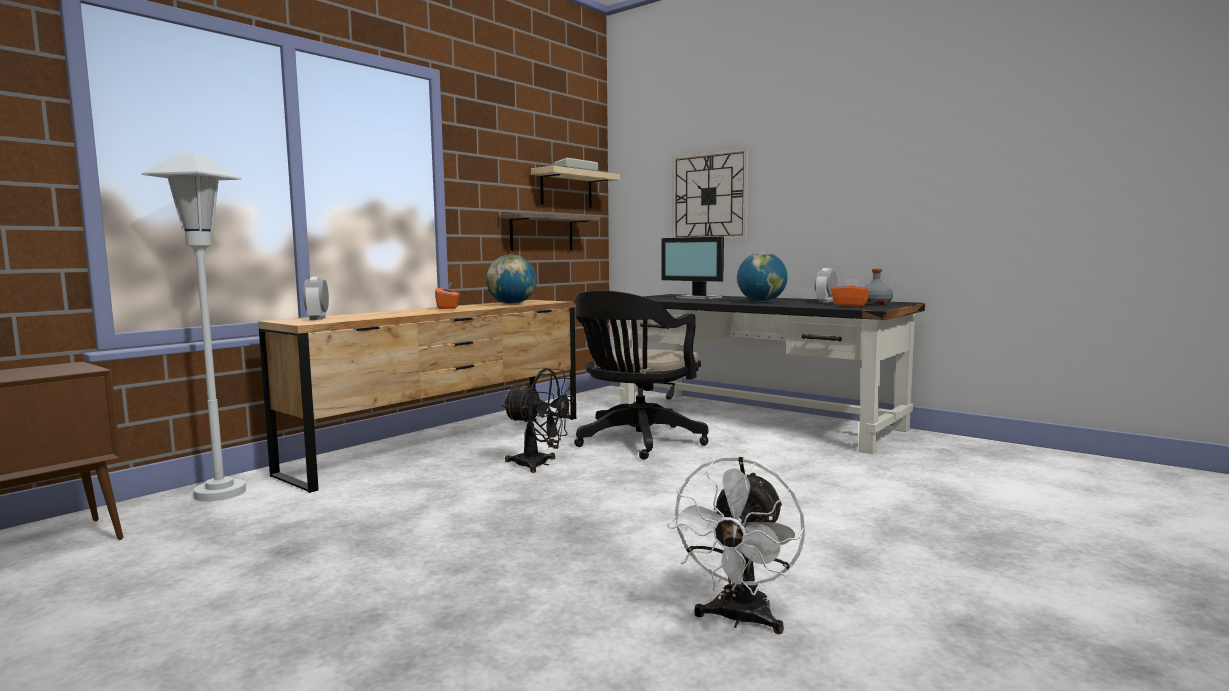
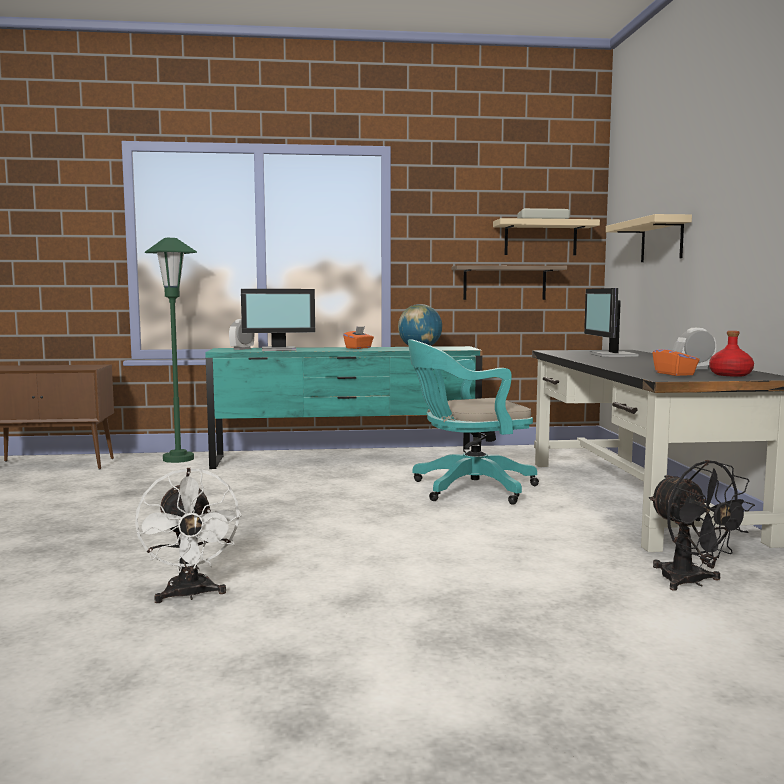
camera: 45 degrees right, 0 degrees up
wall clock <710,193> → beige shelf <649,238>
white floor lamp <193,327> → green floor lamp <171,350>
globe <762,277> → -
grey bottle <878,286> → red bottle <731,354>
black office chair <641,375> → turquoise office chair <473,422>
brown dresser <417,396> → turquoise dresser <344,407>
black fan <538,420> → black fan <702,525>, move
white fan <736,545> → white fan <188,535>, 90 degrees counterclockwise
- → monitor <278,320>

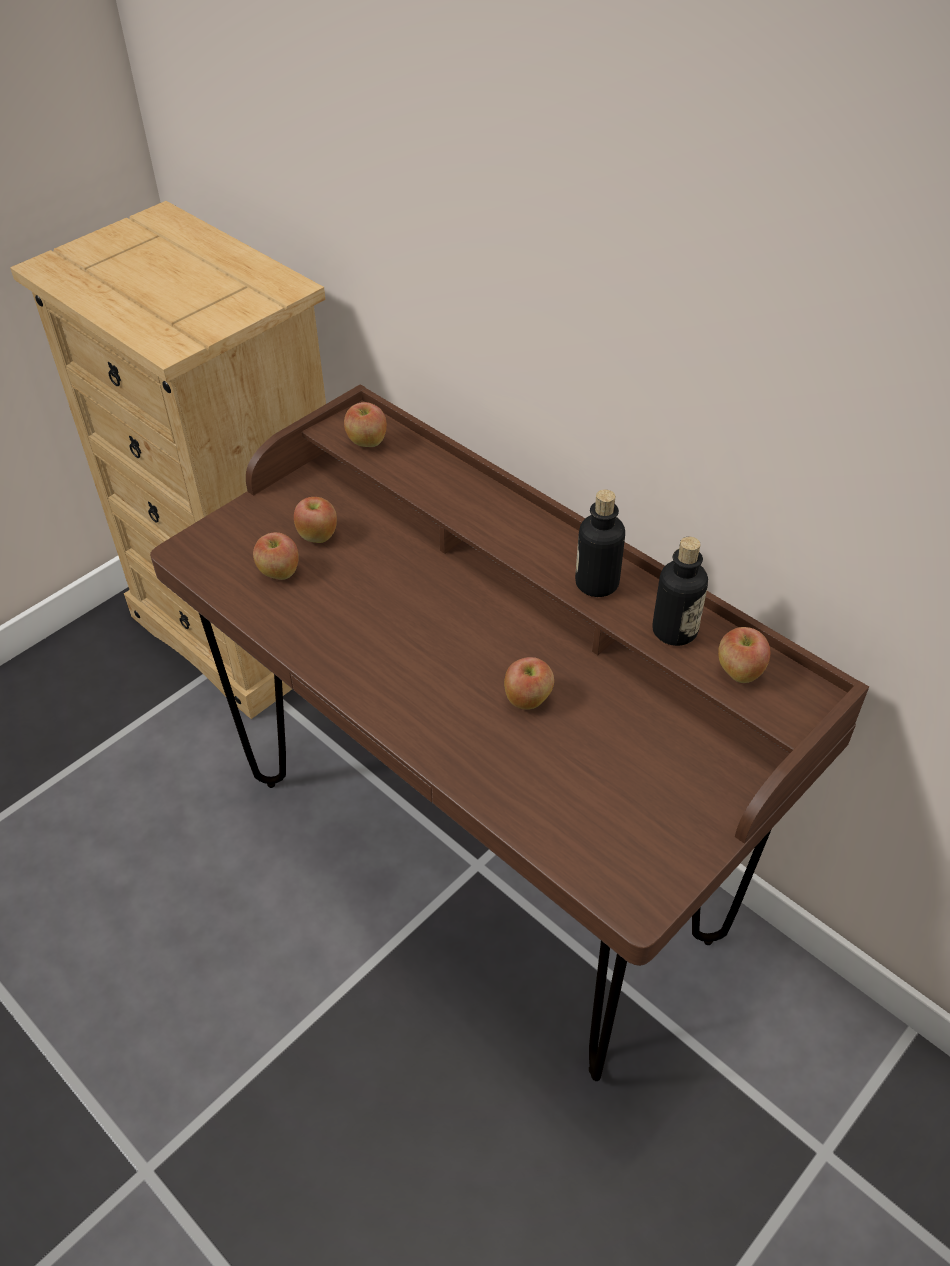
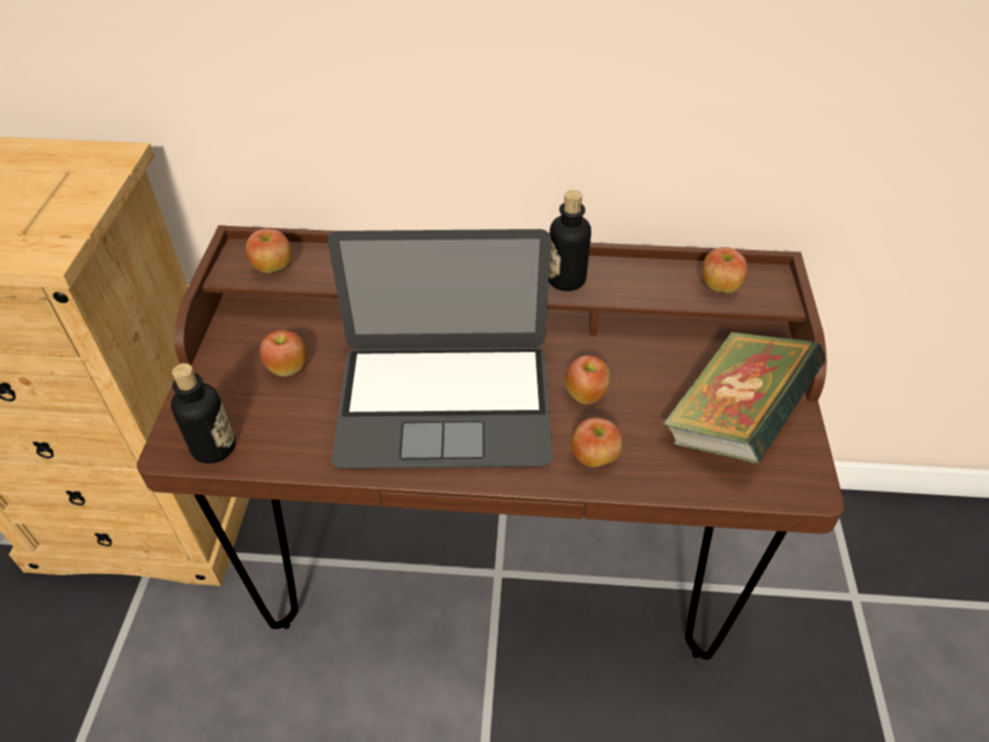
camera: 40 degrees left, 0 degrees up
apple <276,556> → apple <597,442>, move
bottle <680,591> → bottle <203,413>, move
- → laptop <440,349>
- → book <744,398>

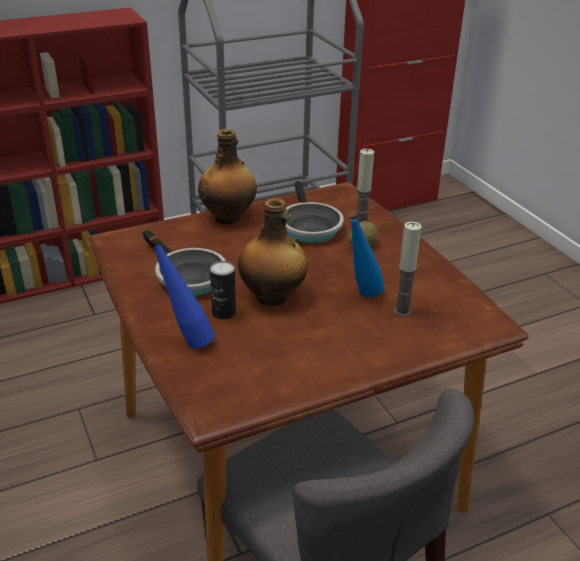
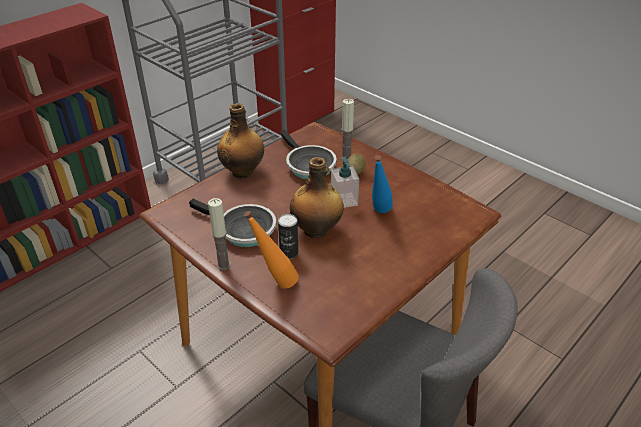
camera: 20 degrees left, 5 degrees up
candle <407,269> → candle <219,234>, move
blue bottle <182,292> → orange bottle <271,250>
- → soap dispenser <345,182>

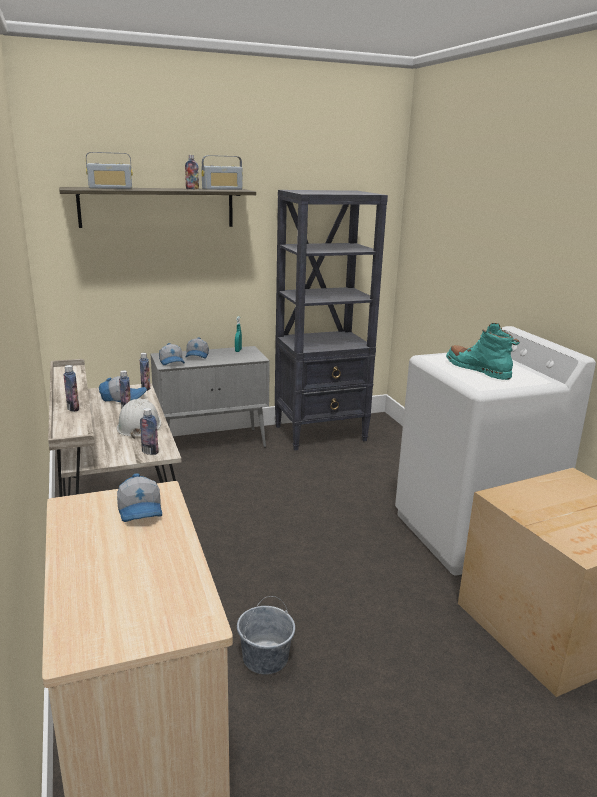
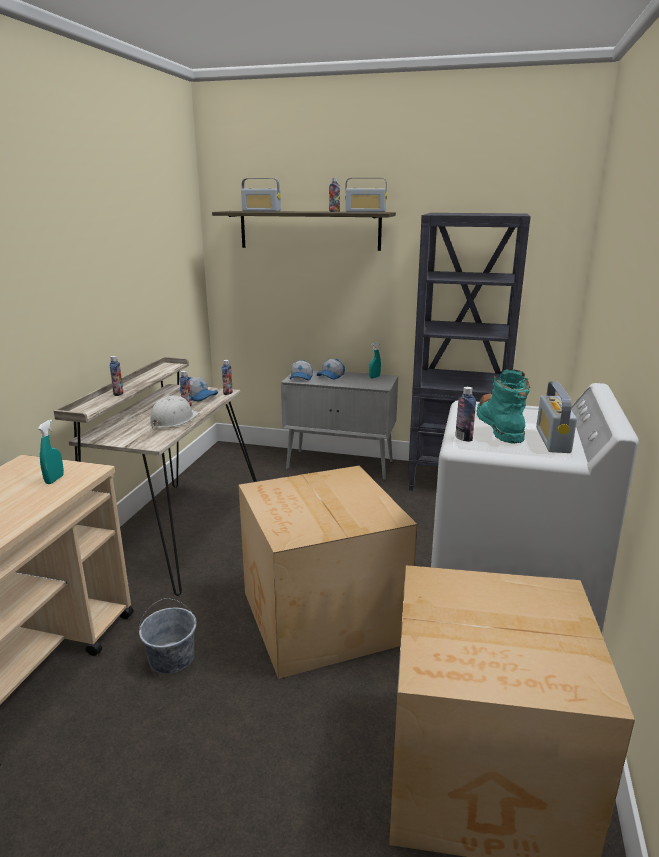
camera: 35 degrees right, 0 degrees up
bottle <149,431> → bottle <465,414>, move
cap <139,498> → turquoise spray bottle <51,452>
- → radio <556,417>
- → cardboard box <327,572>

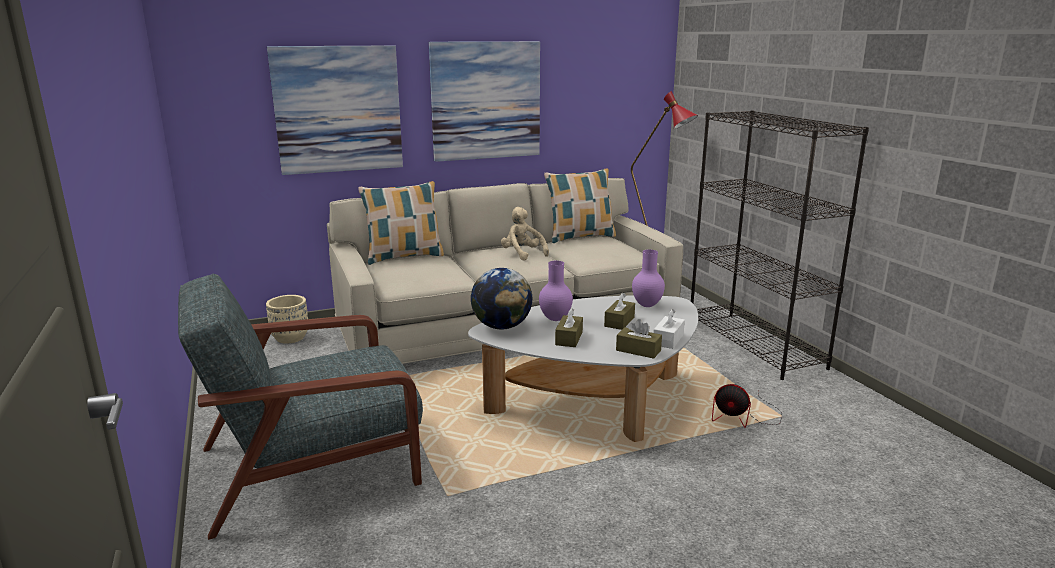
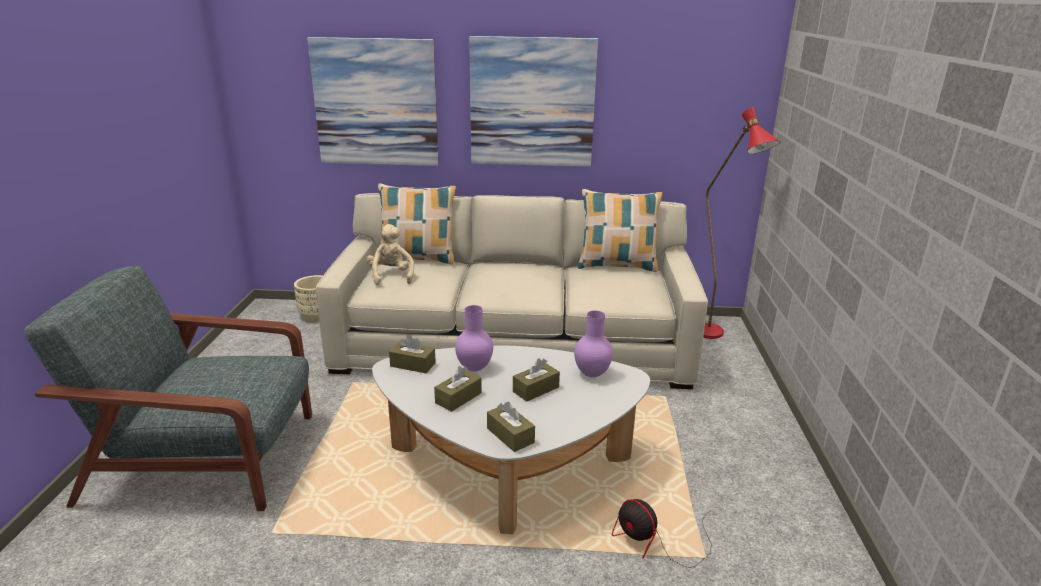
camera: 25 degrees right, 5 degrees up
black bookcase <780,245> → -
beige plush toy <525,234> → beige plush toy <390,254>, move
globe <501,299> → brown tissue box <412,354>
white tissue box <669,329> → -

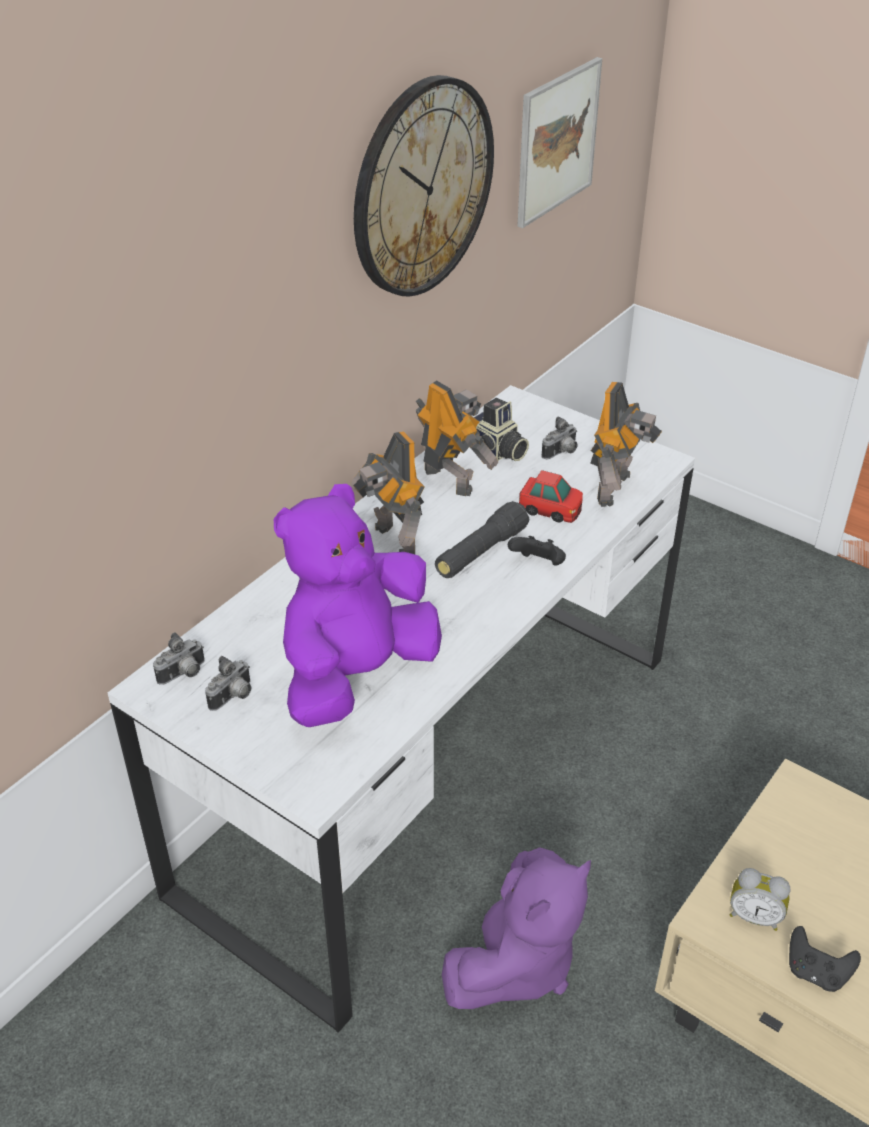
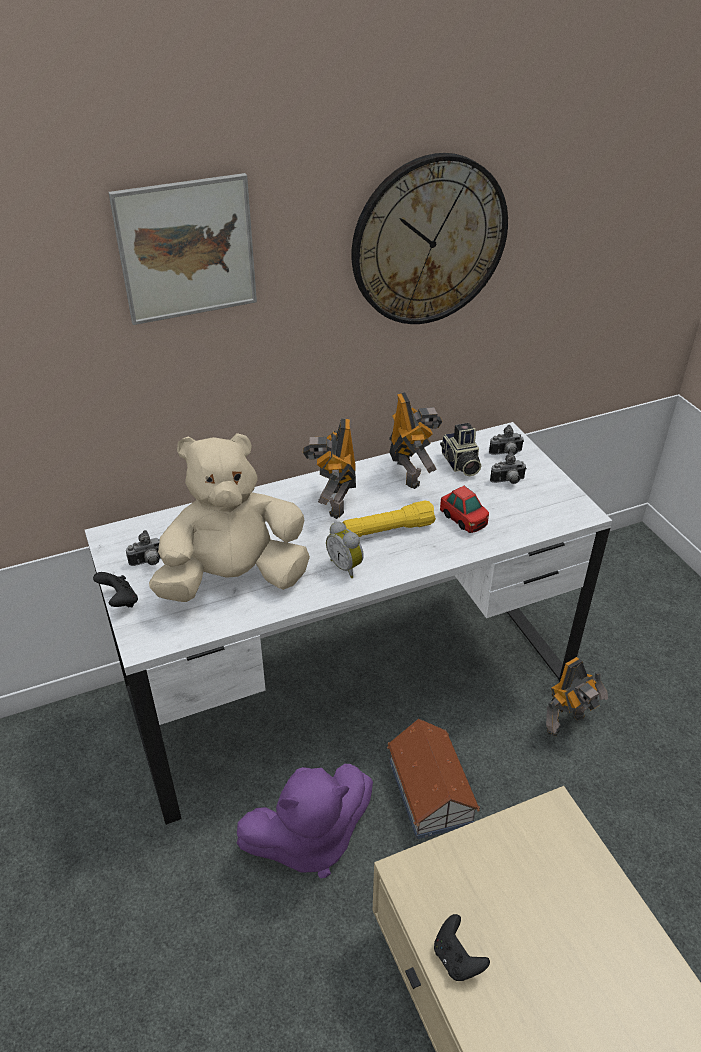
camera: 30 degrees right, 0 degrees up
picture <559,142> → picture <182,249>, move
toy robot <626,444> → toy robot <577,697>, move
purple plush toy <358,605> → beige plush toy <229,517>
black flashlight <482,539> → yellow flashlight <389,519>
black game controller <537,551> → black game controller <115,590>, move
photo camera <179,658> → photo camera <506,440>, move
alarm clock <760,899> → alarm clock <345,549>, move
- → toy house <433,779>

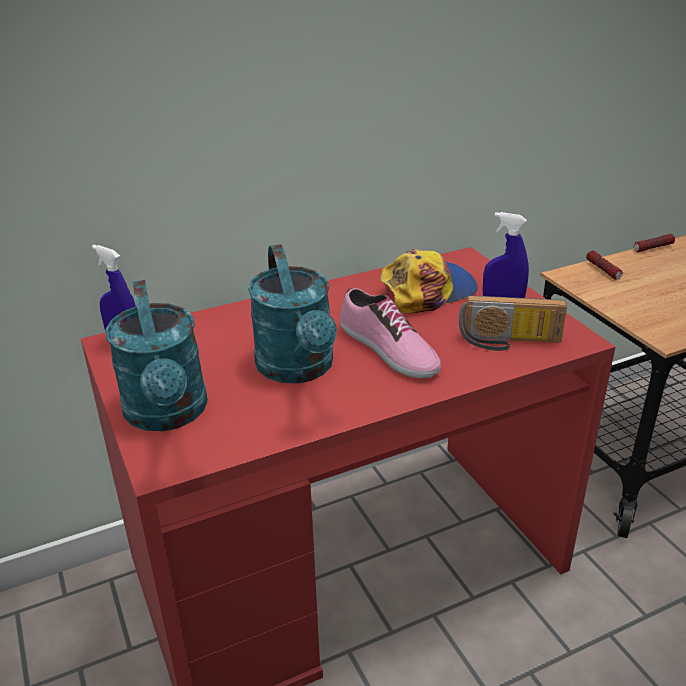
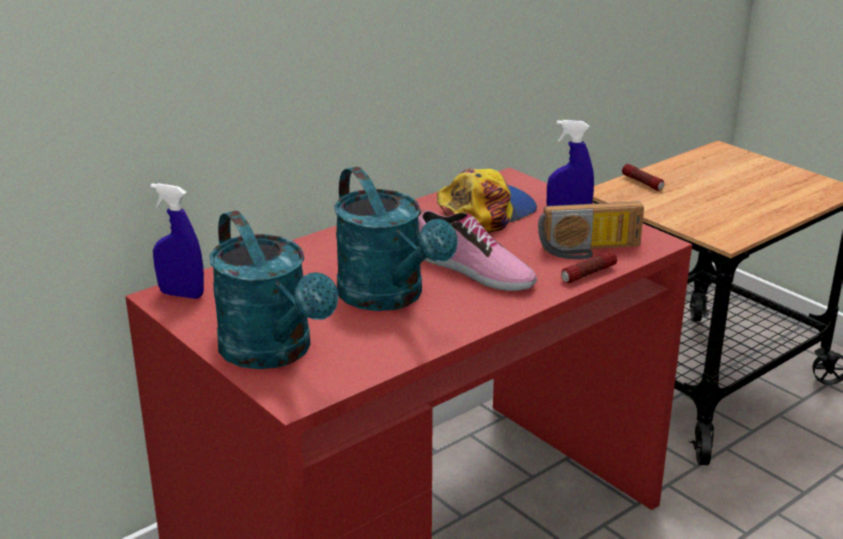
camera: 15 degrees left, 5 degrees down
flashlight <654,243> → flashlight <589,267>, move

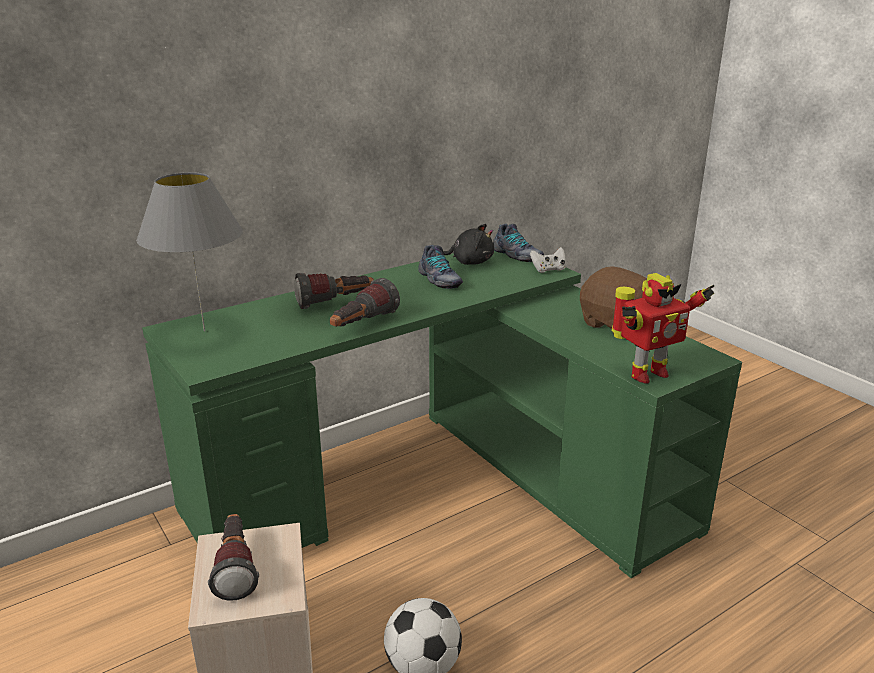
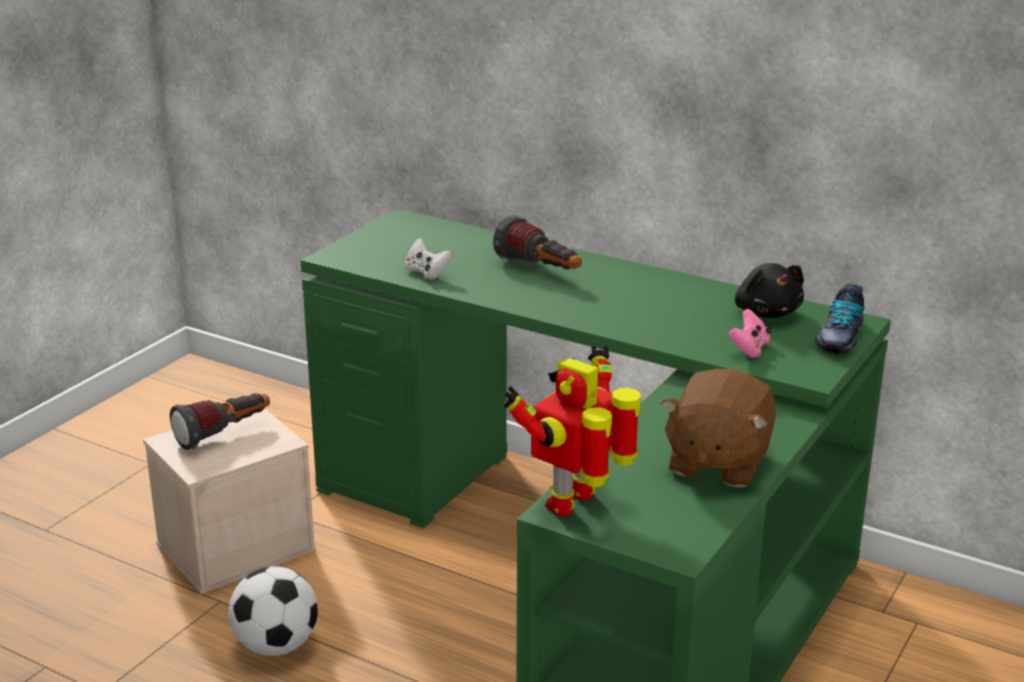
camera: 65 degrees right, 0 degrees up
grey table lamp <189,252> → -
shoe <440,267> → -
white game controller <548,260> → white game controller <429,258>, move
toy robot <663,328> → toy robot <572,431>, 90 degrees clockwise
flashlight <365,302> → -
- → pink game controller <750,333>

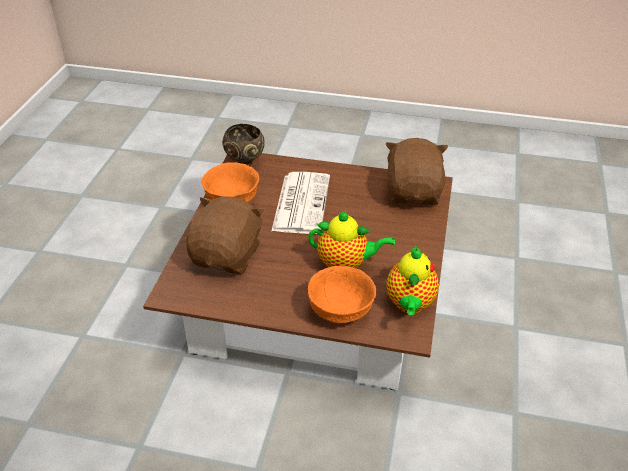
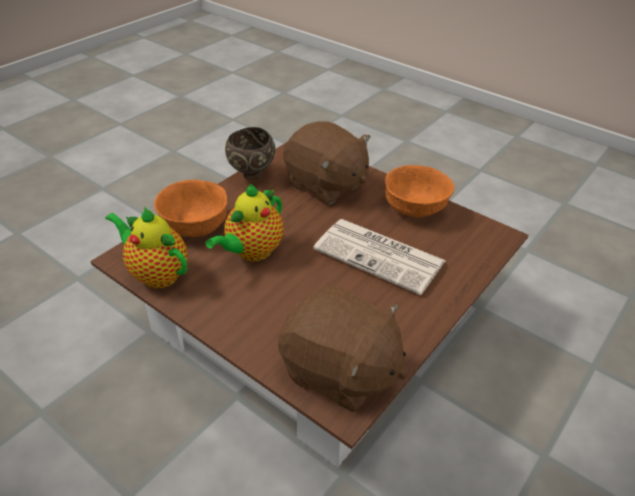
camera: 115 degrees right, 0 degrees up
brown bowl <243,145> → brown bowl <250,153>, move

